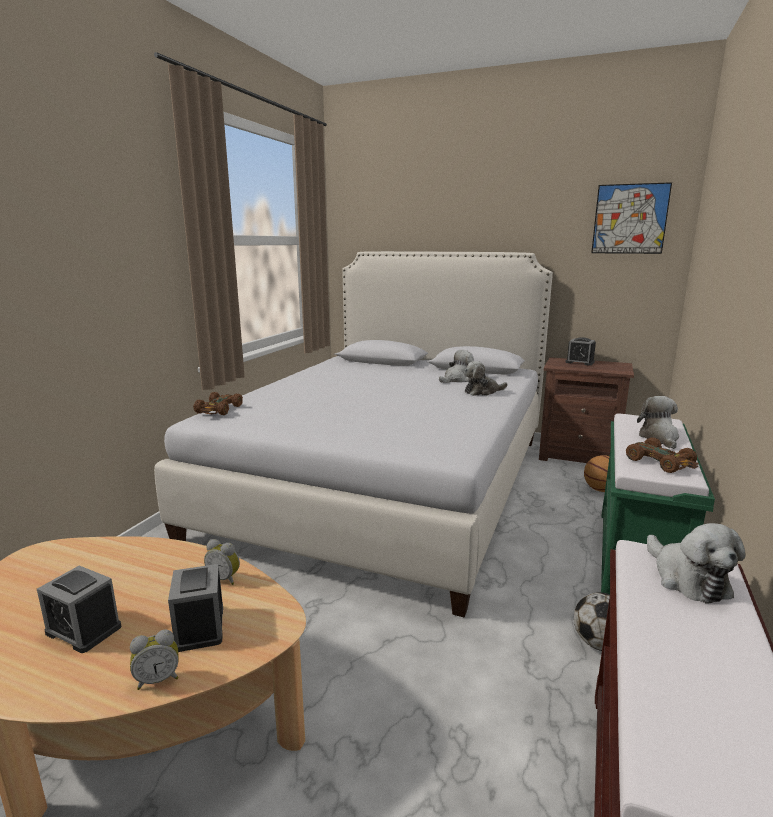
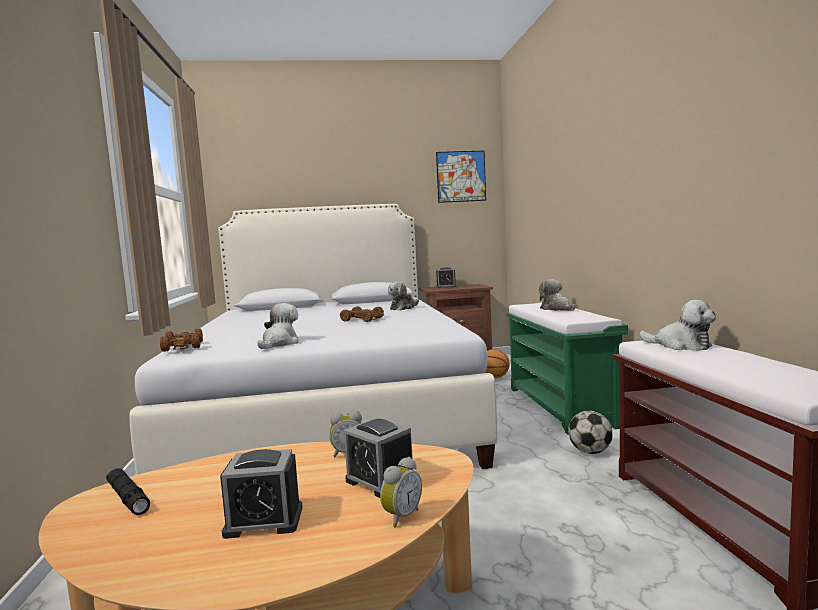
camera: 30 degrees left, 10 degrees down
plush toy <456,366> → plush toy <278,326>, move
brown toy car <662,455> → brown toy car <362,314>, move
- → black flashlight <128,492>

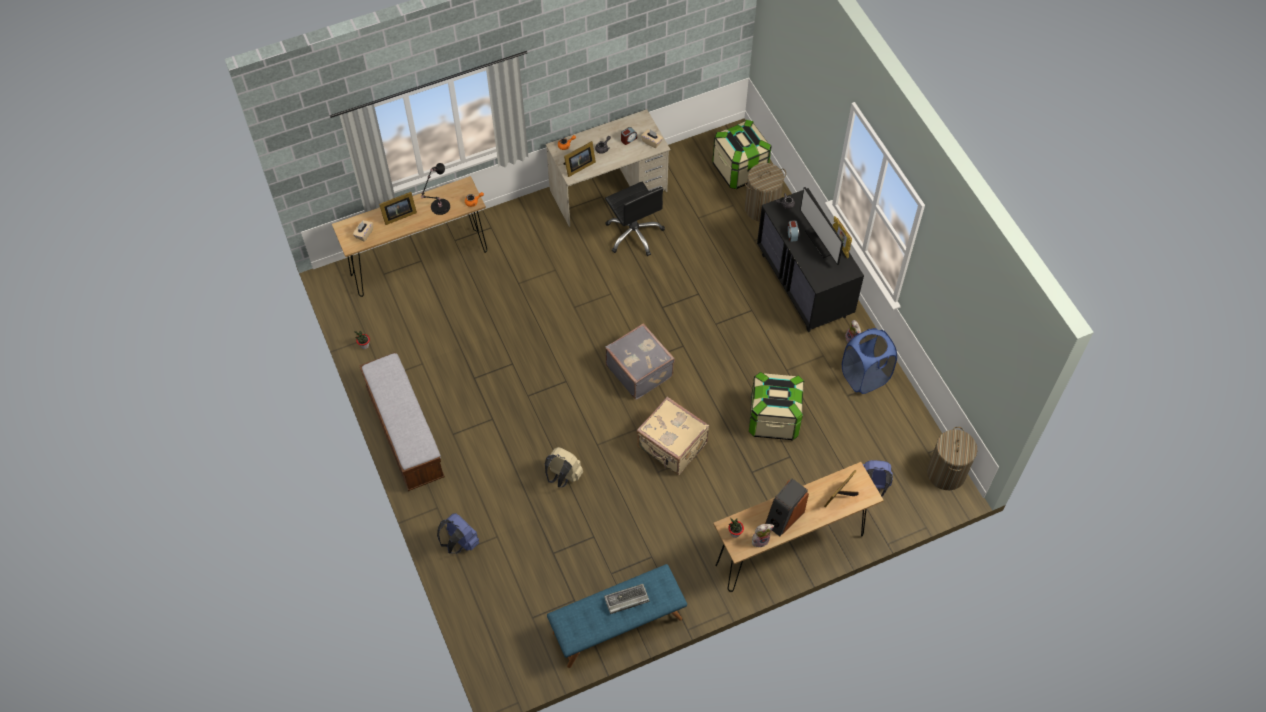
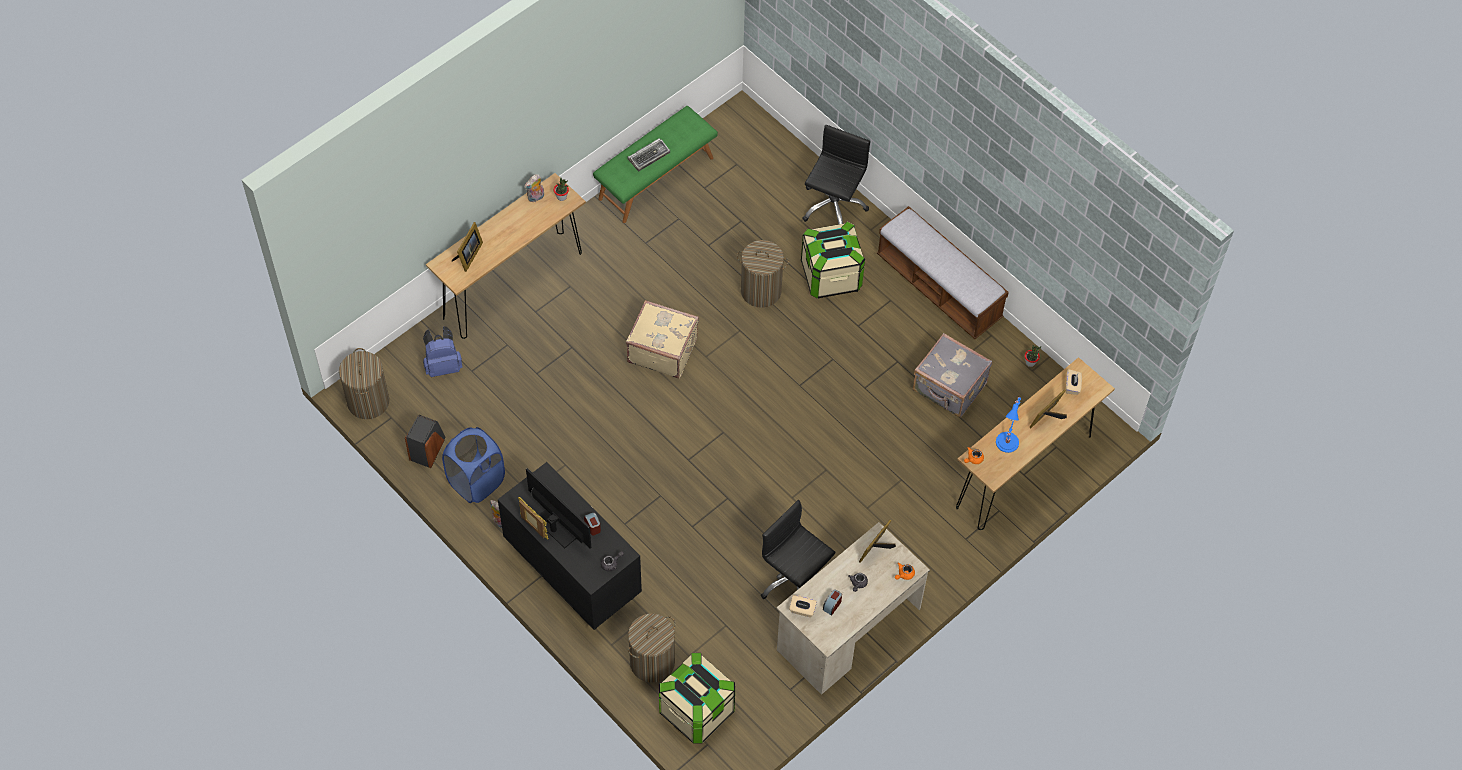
camera: 160 degrees right, 0 degrees up
black table lamp <435,189> → blue table lamp <1008,424>
grey suitcase <640,361> → grey suitcase <952,375>, move
storage box <776,406> → storage box <833,260>, move
beige backpack <564,467> → laundry basket <763,274>
speaker <787,507> → speaker <425,441>, move
blue backpack <458,533> → black office chair <836,174>
blue bench <617,616> → green bench <655,164>

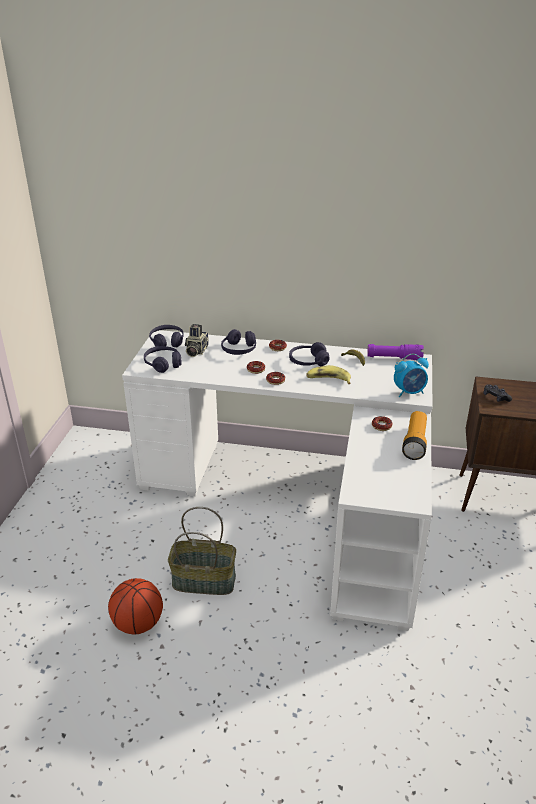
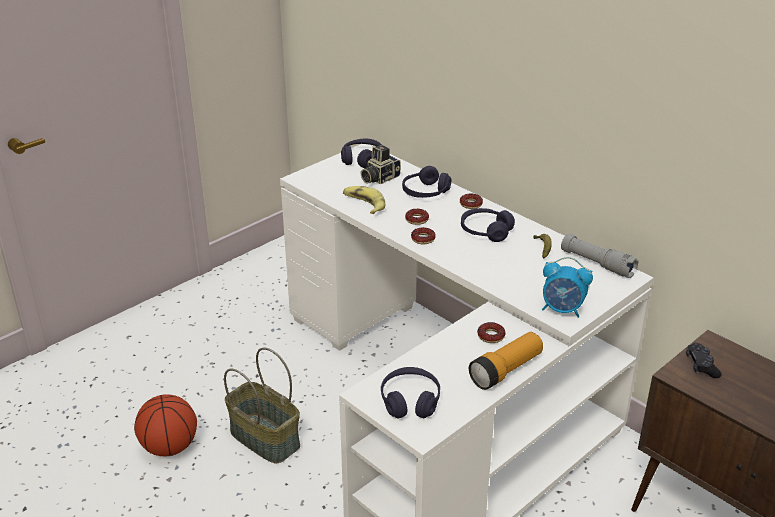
camera: 35 degrees right, 0 degrees up
purple flashlight <395,352> → grey flashlight <599,256>
purple headphones <162,359> → purple headphones <410,393>, move
banana <328,374> → banana <364,200>, move

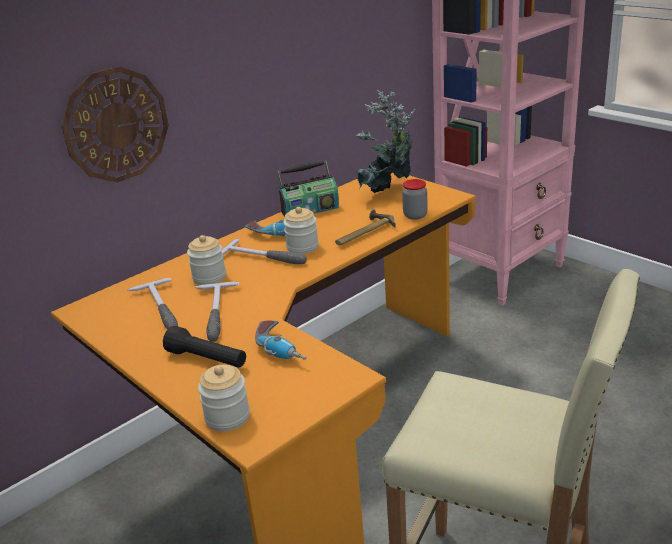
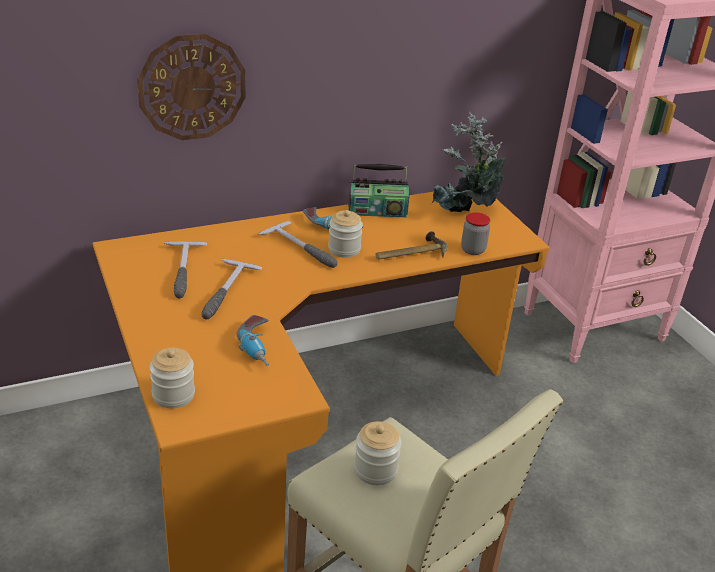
camera: 15 degrees right, 5 degrees up
jar <206,260> → jar <377,453>, move
black flashlight <204,346> → -

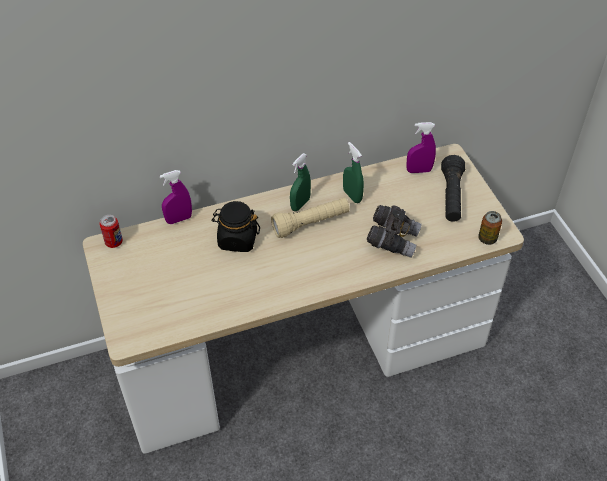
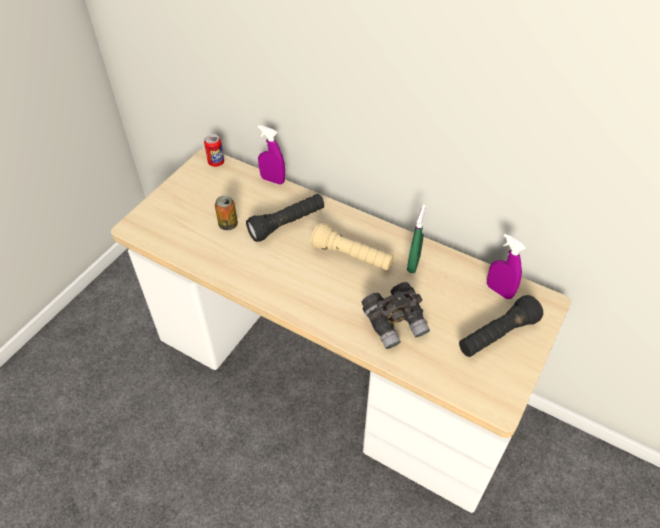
camera: 50 degrees right, 0 degrees up
green spray bottle <300,182> → -
black jar <235,226> → black flashlight <285,218>
can <490,228> → can <226,212>, move

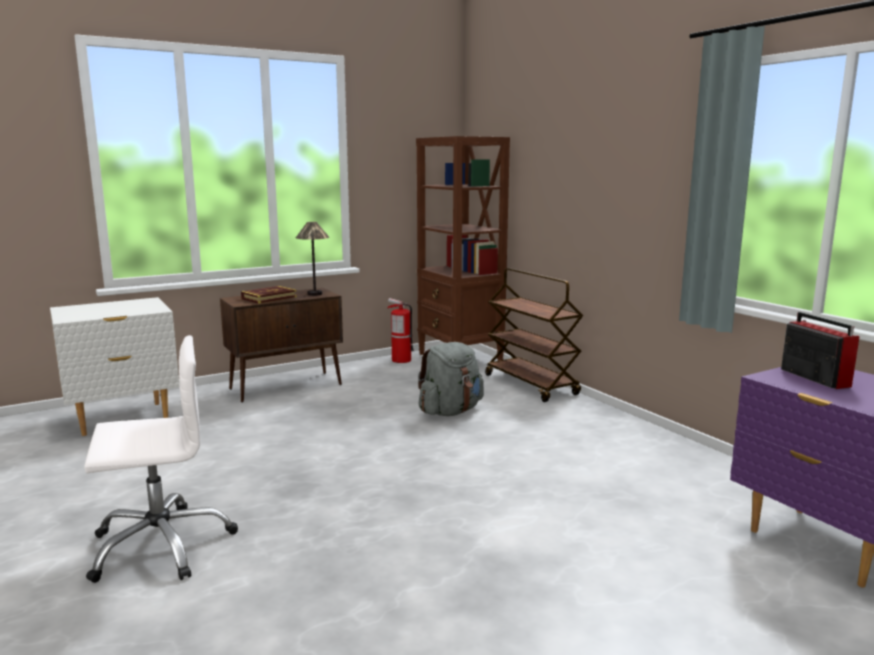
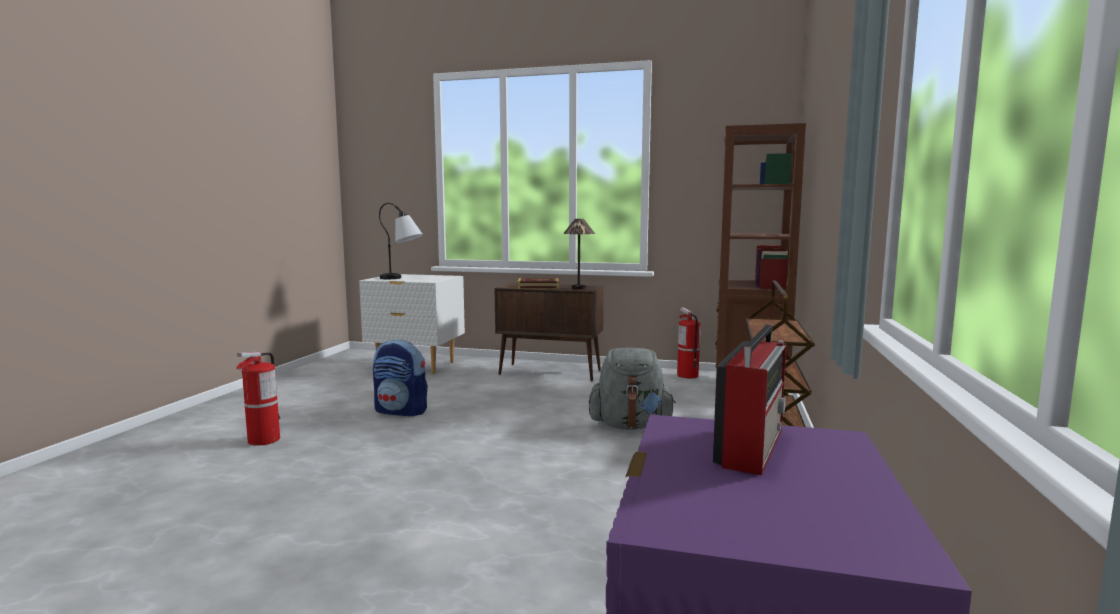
camera: 45 degrees right, 5 degrees down
white office chair <161,459> → fire extinguisher <258,399>
- → table lamp <401,241>
- → backpack <400,378>

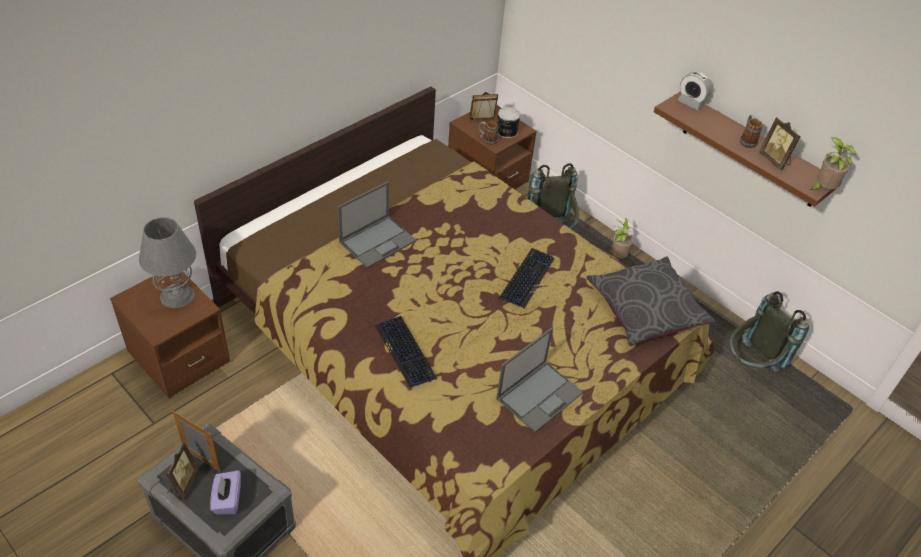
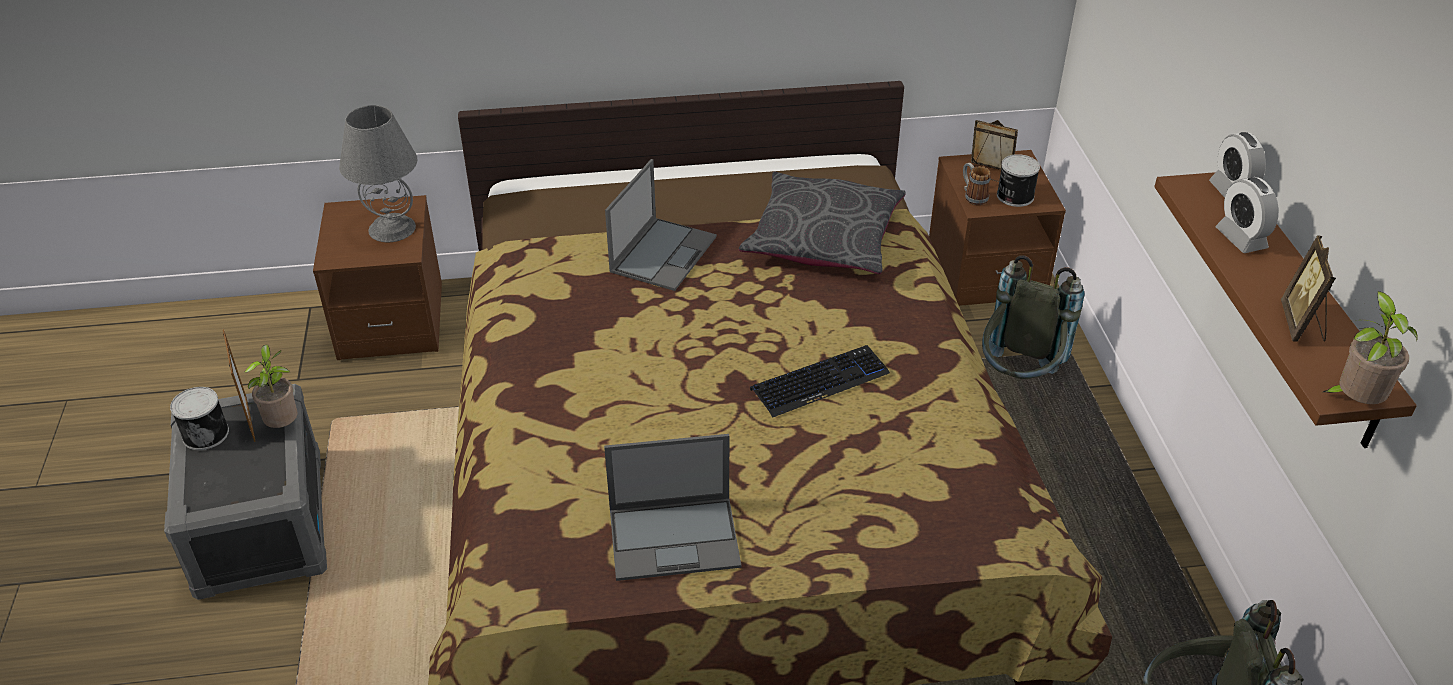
camera: 40 degrees right, 5 degrees down
mug <751,131> → -
laptop <376,224> → laptop <661,225>, 60 degrees counterclockwise
potted plant <621,238> → potted plant <270,386>, move
grey pillow <651,301> → grey pillow <822,222>, move
keyboard <406,352> → -
picture frame <182,471> → can <199,418>
purple tissue box <225,492> → -
- → alarm clock <1247,215>

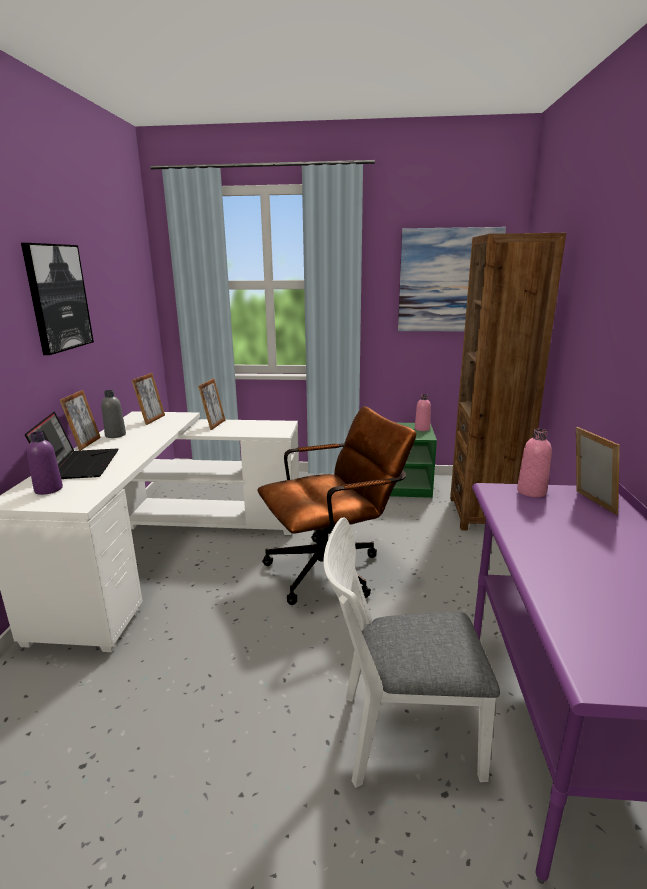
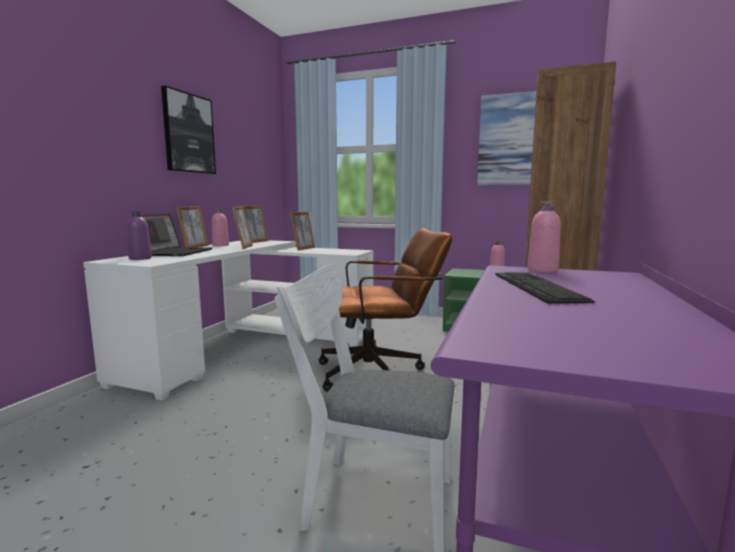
camera: 15 degrees right, 10 degrees down
grey bottle <113,414> → pink bottle <220,227>
picture frame <598,471> → picture frame <242,227>, move
- → keyboard <544,288>

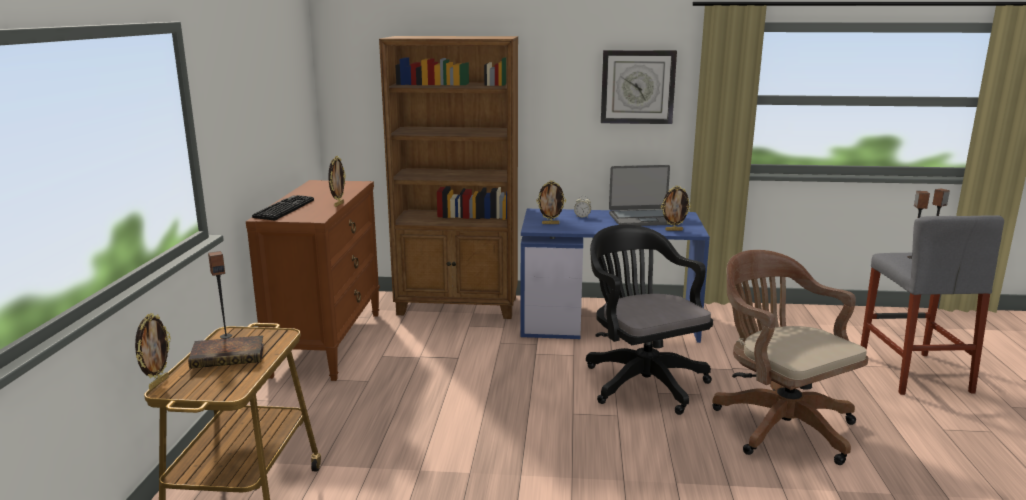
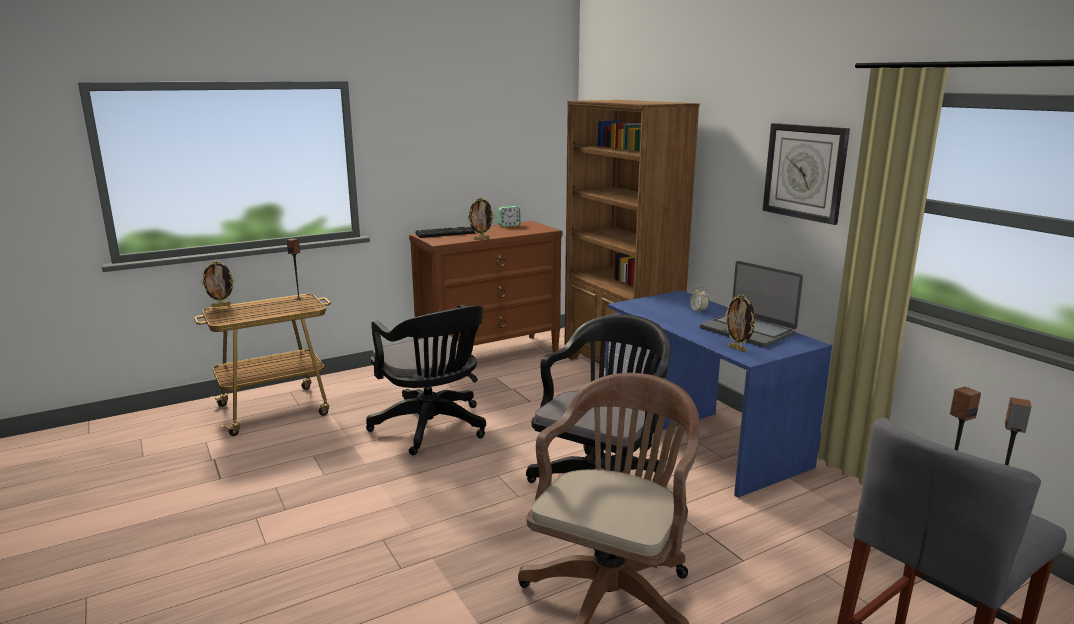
camera: 55 degrees right, 0 degrees up
picture frame <551,202> → -
book <226,352> → -
- → alarm clock <509,216>
- → black office chair <426,380>

